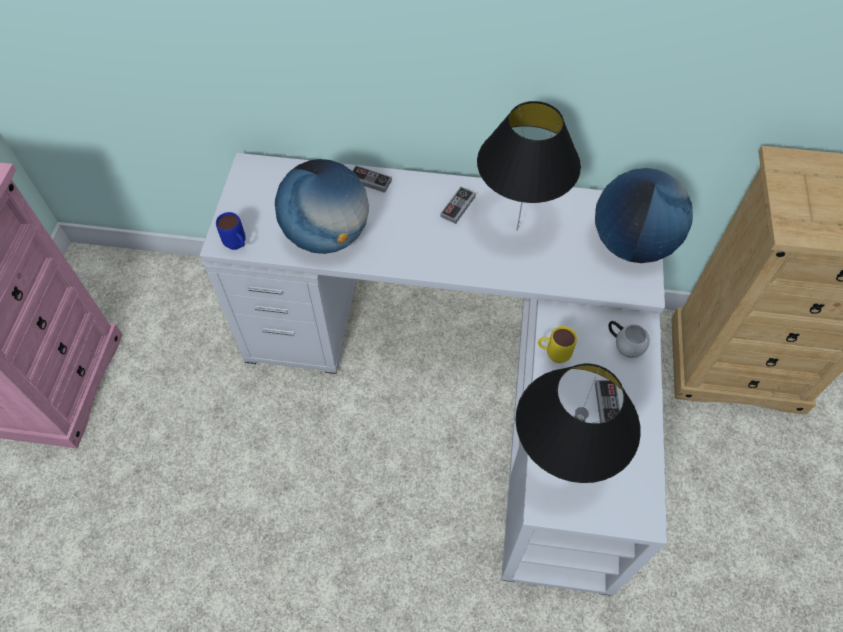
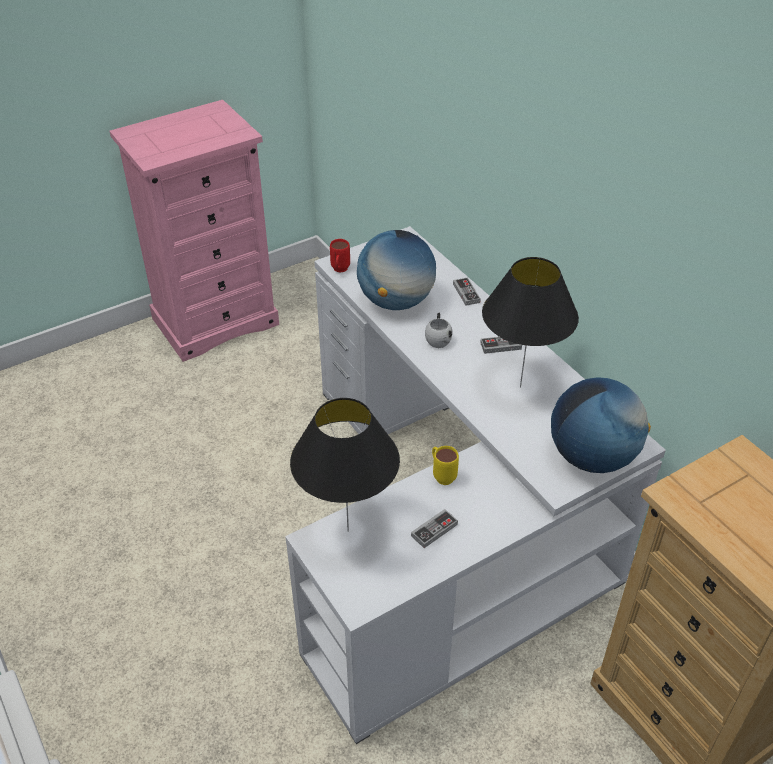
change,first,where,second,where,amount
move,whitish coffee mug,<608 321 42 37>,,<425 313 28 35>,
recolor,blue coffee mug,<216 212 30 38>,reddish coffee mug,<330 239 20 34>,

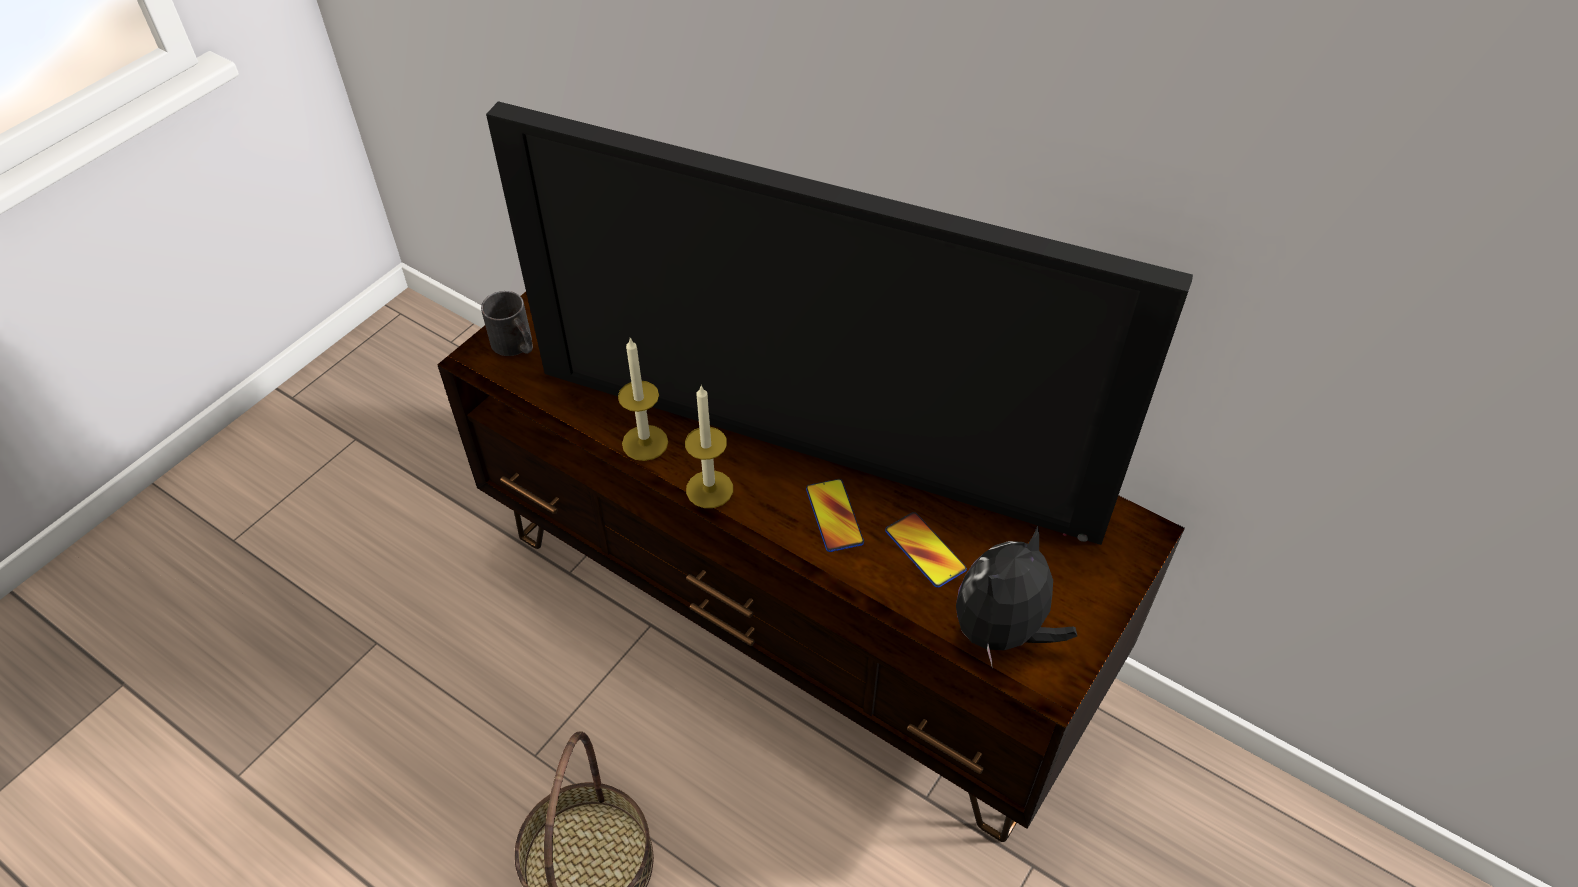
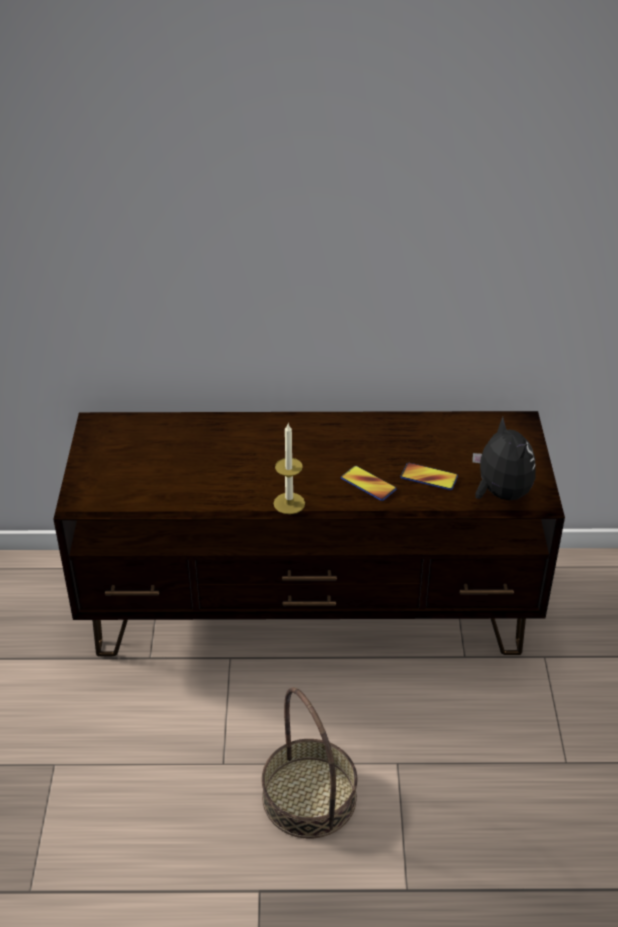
change,first,where,second,where,amount
delete,black-coloured coffee mug,<481 291 52 65>,,,
delete,TV,<486 101 707 444>,,,
delete,candle,<618 338 50 123>,,,
rotate,plush toy,<956 526 121 140>,,<472 417 64 83>,150 degrees clockwise

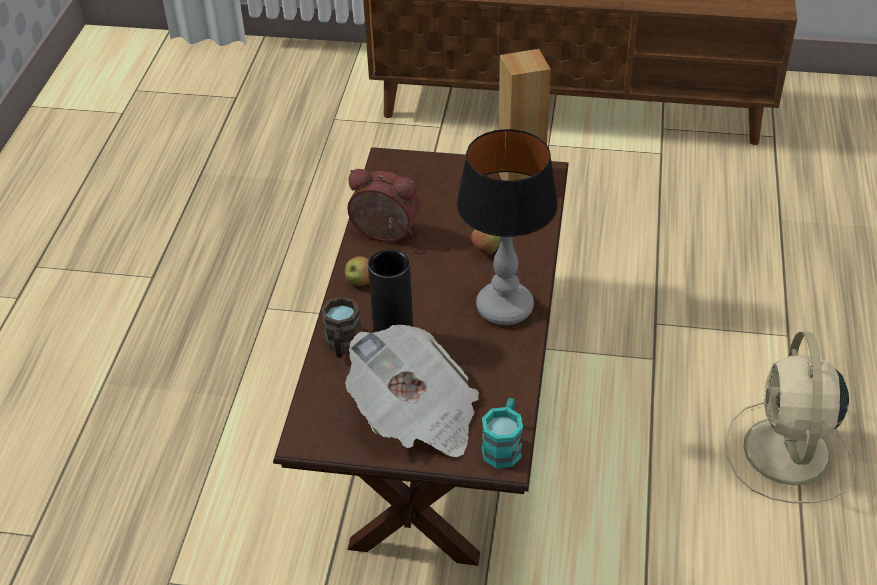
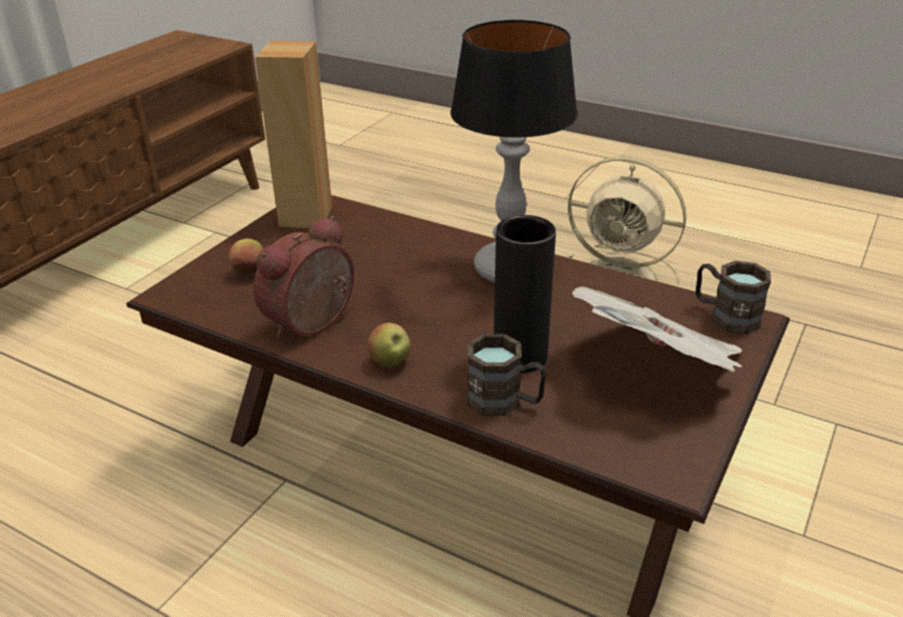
change,first,where,second,where,amount
move,apple,<471 229 29 26>,,<228 238 35 35>,
recolor,turquoise coffee mug,<482 398 41 71>,brown coffee mug,<695 261 76 73>,

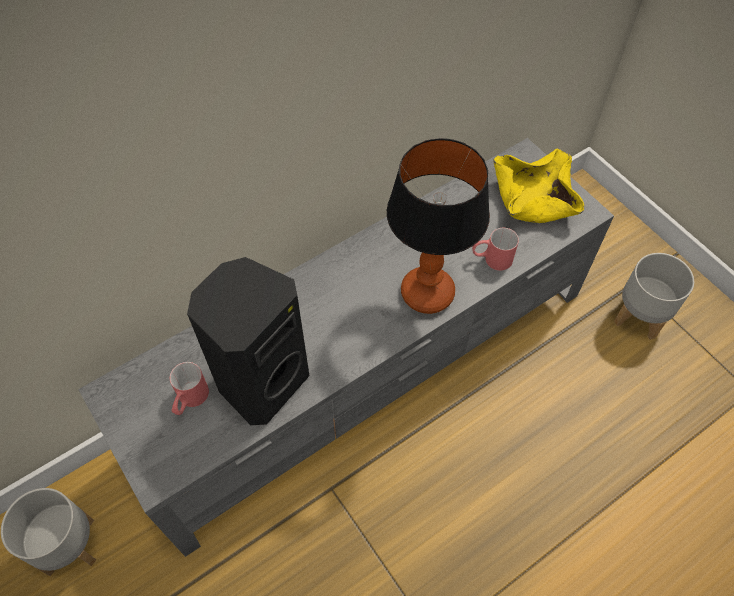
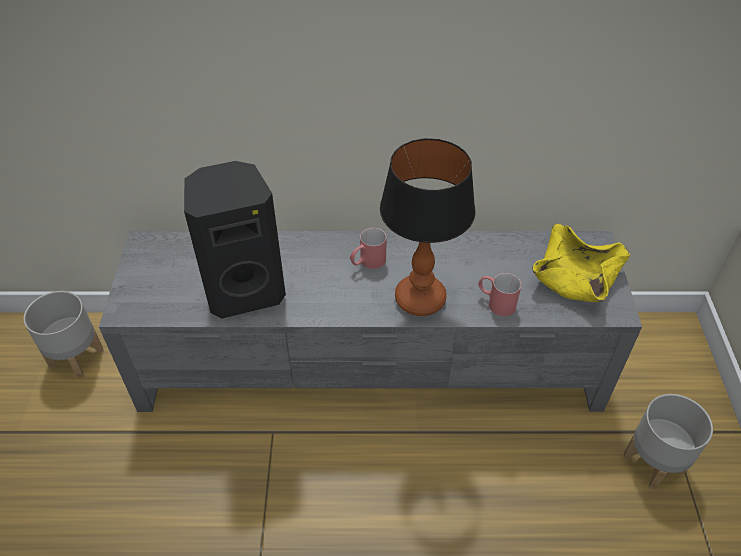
change,first,where,second,where,amount
move,reddish coffee mug,<170 362 39 53>,,<350 228 37 41>,

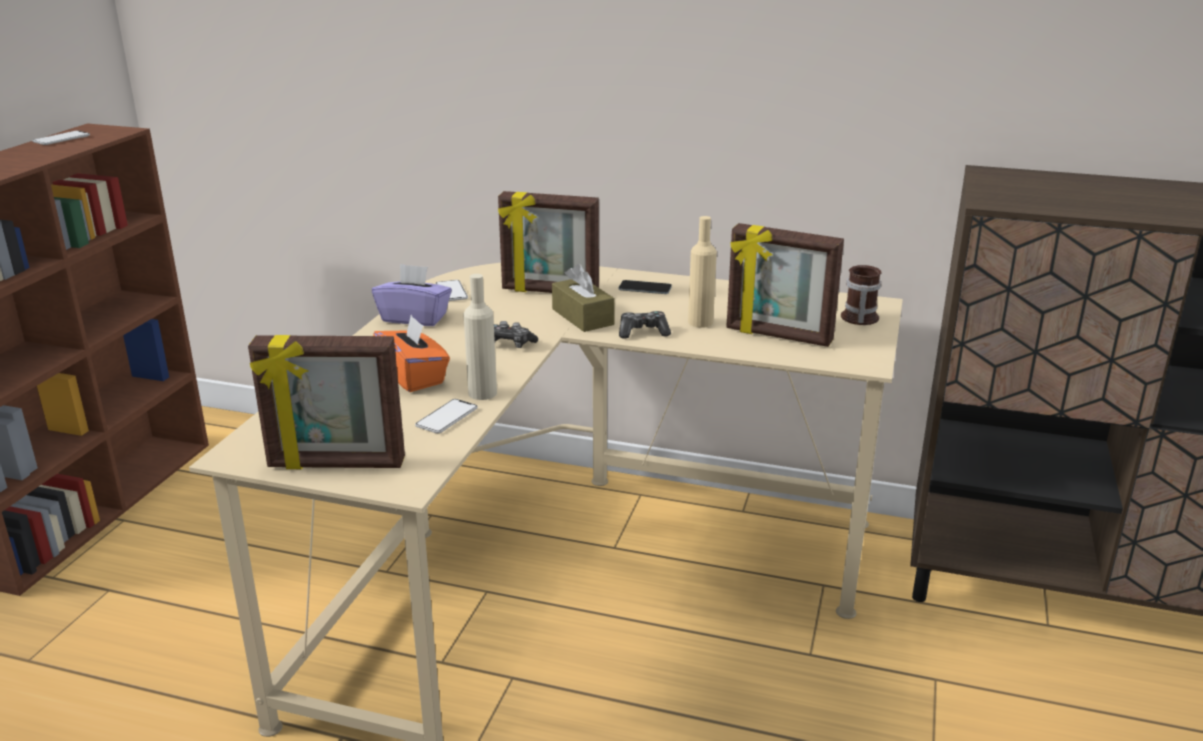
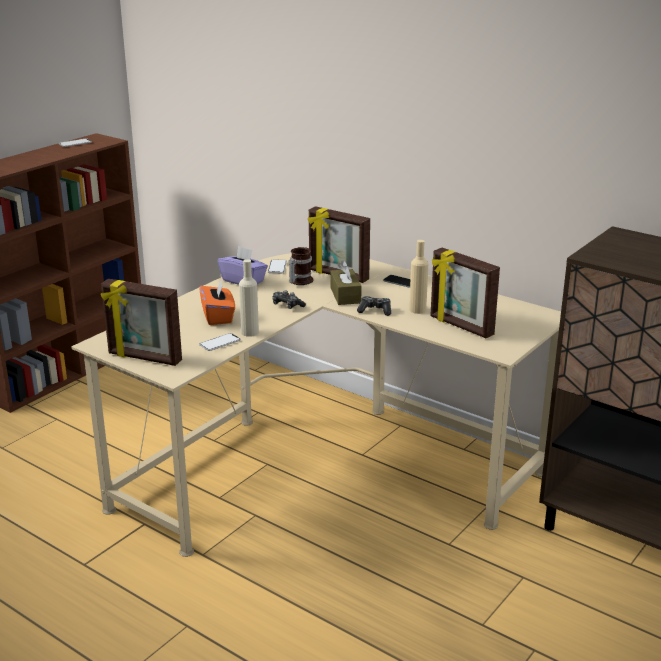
change,first,where,second,where,amount
move,coffee mug,<841 265 40 60>,,<289 247 24 38>,

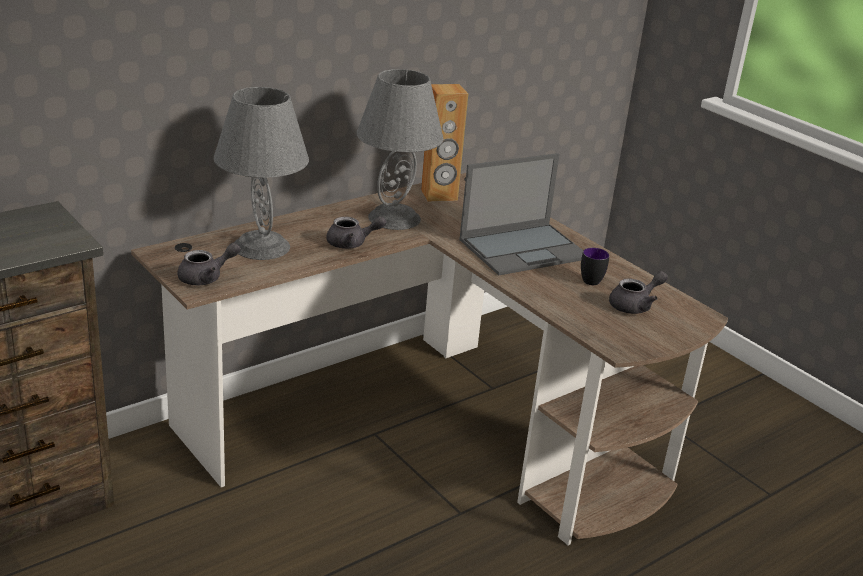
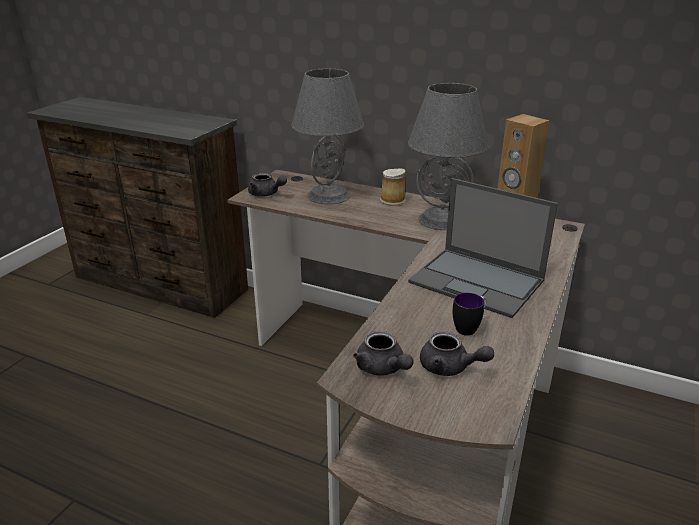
change,first,where,second,where,amount
insert,,,coffee mug,<380 168 25 38>,
move,gray teapot,<326 216 60 33>,,<353 331 60 45>,

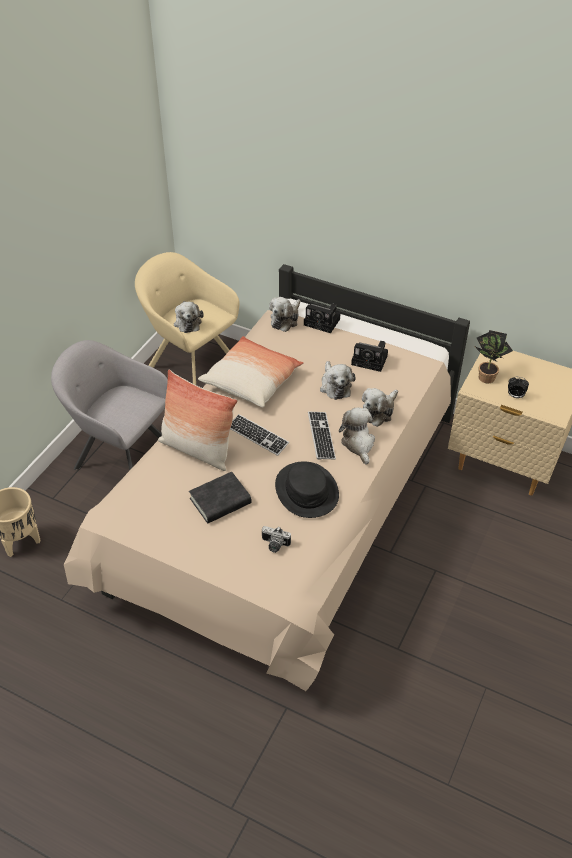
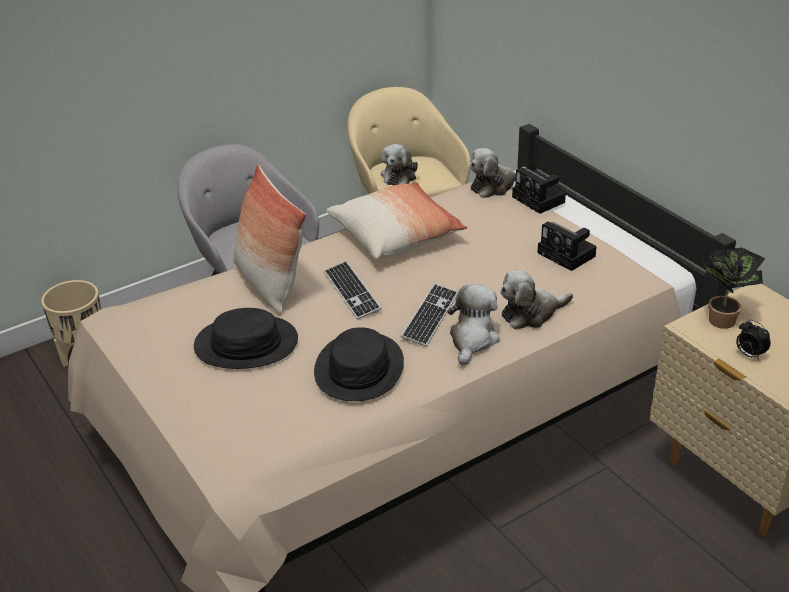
change,first,where,second,where,amount
delete,still camera,<262 526 29 27>,,,
delete,plush toy,<320 361 36 39>,,,
replace,black-coloured book,<189 472 63 51>,black-coloured clothing hat,<194 308 104 61>,

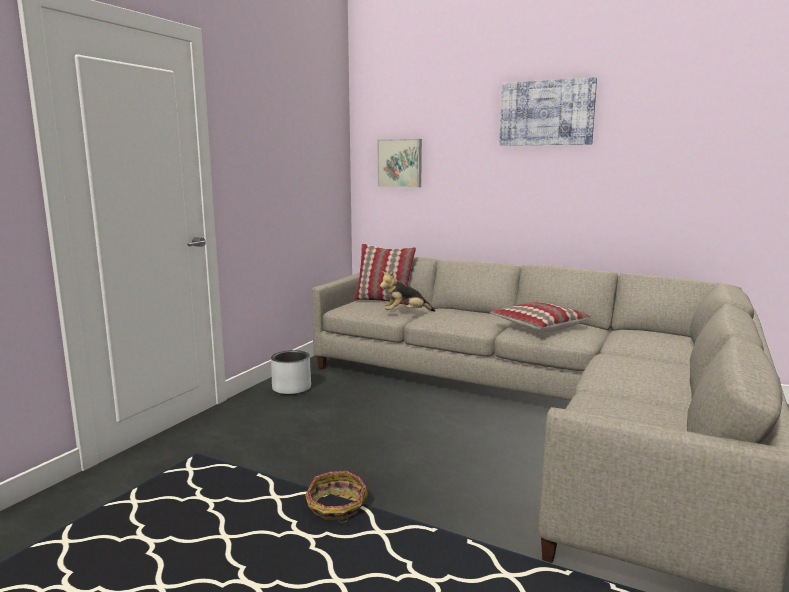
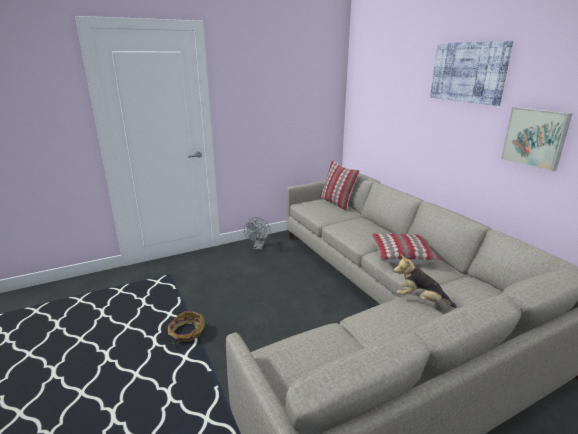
change,first,where,second,where,amount
move,wall picture,<377 139 45 48>,,<501 107 72 65>,
move,plush toy,<380 271 55 41>,,<394 254 63 54>,
replace,gray flower pot,<271 350 40 45>,gray fan,<244 217 26 33>,

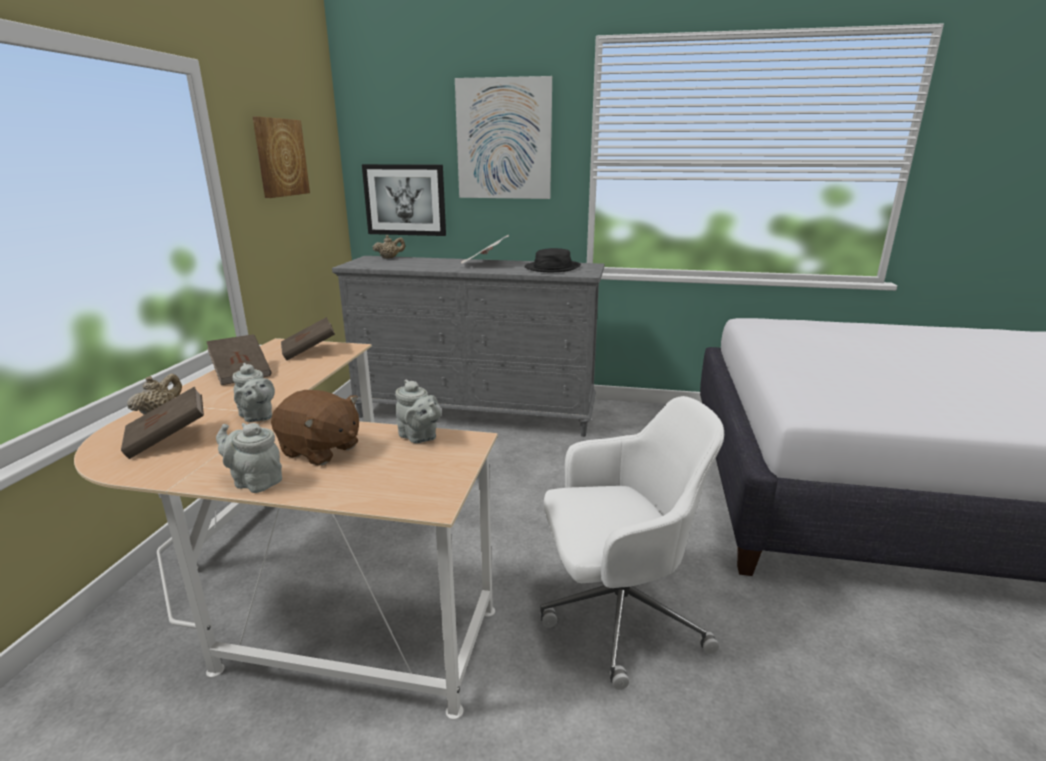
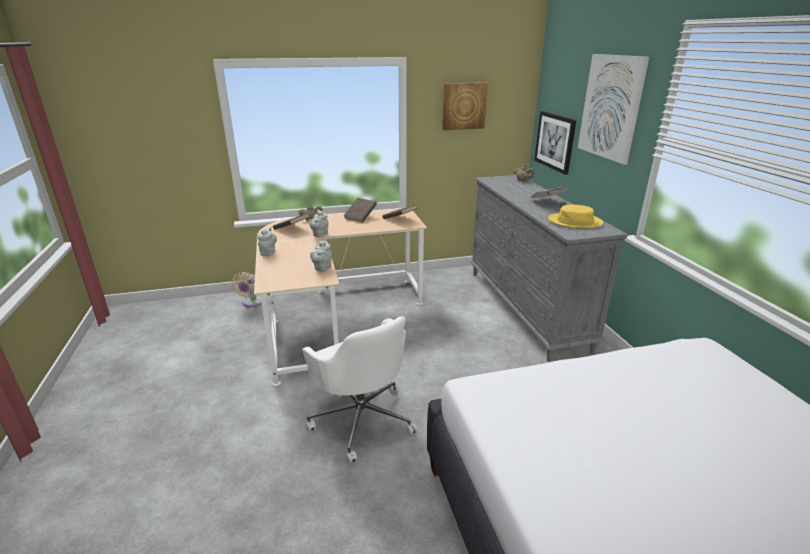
change,first,where,second,where,amount
delete,brown plush toy,<271 390 88 76>,,,
insert,,,sand-coloured fan,<232 272 29 35>,
recolor,black-coloured clothing hat,<524 248 57 24>,yellow-coloured clothing hat,<548 205 55 23>,

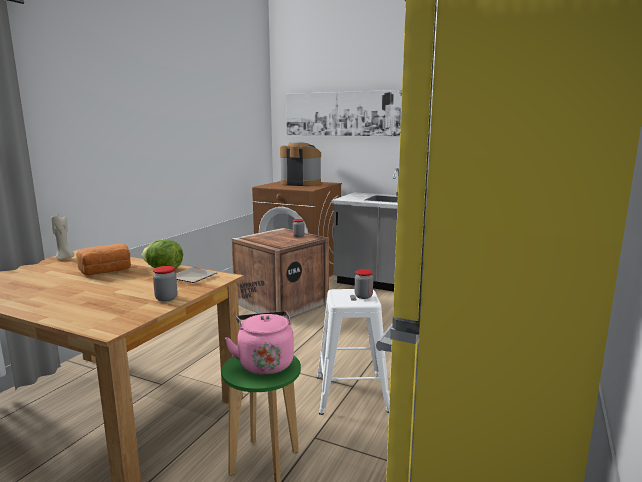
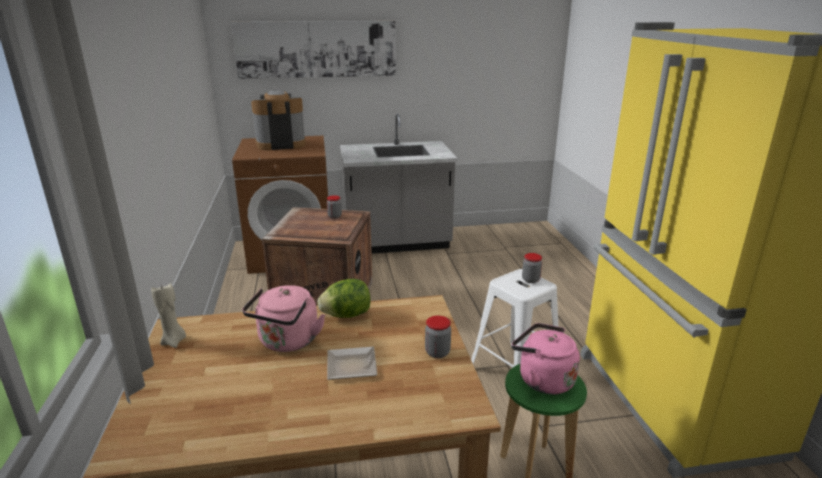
change,first,where,second,where,amount
move,flat dish,<176 268 41 15>,,<327 347 50 33>,
replace,baked bread,<76 243 55 33>,pink kettle,<242 285 83 67>,

